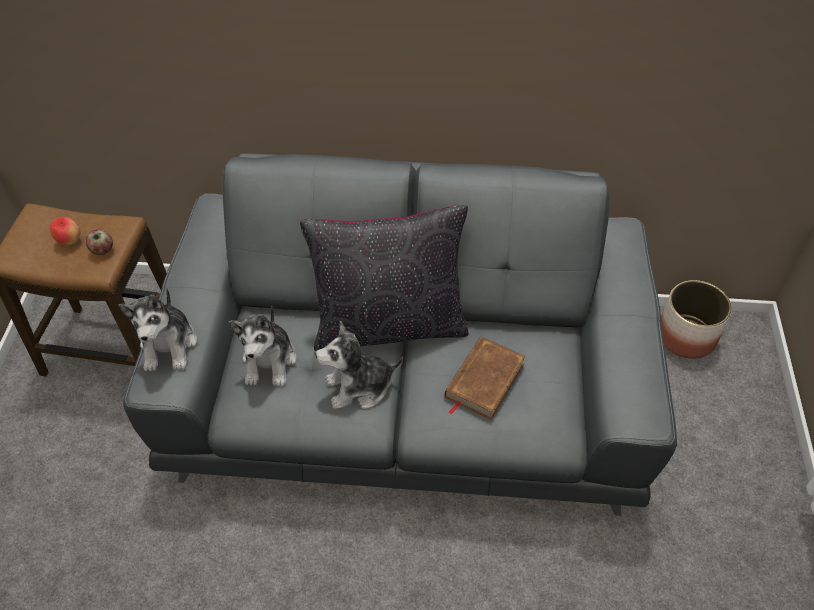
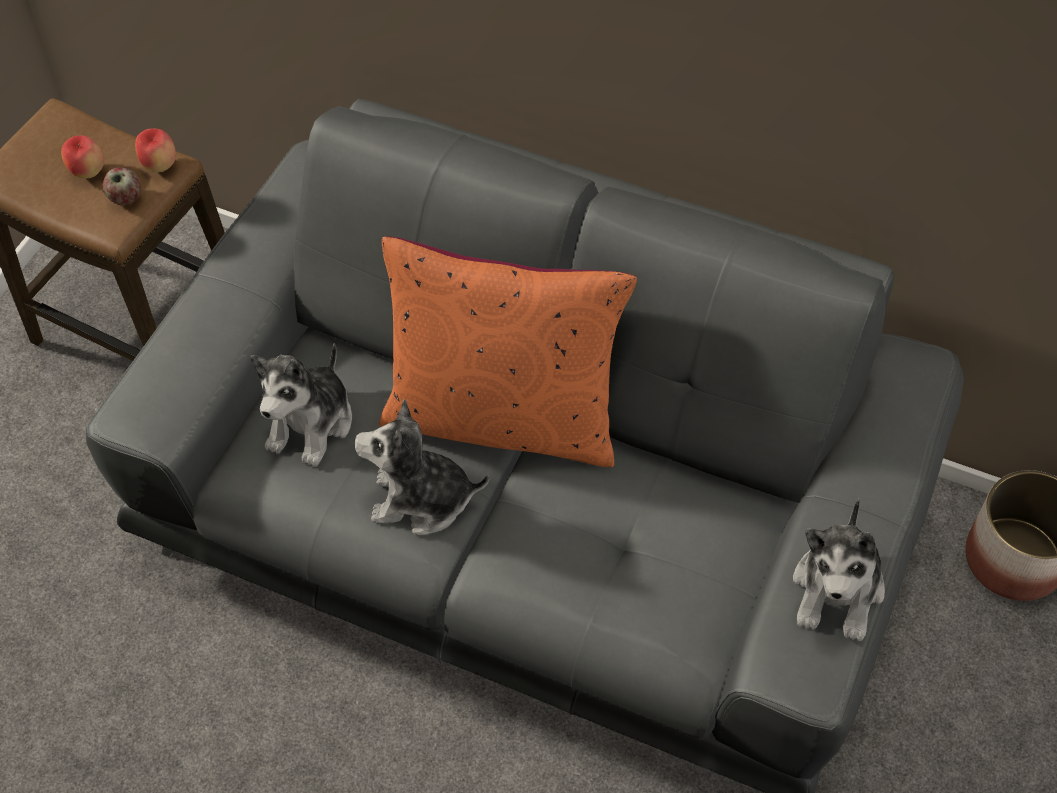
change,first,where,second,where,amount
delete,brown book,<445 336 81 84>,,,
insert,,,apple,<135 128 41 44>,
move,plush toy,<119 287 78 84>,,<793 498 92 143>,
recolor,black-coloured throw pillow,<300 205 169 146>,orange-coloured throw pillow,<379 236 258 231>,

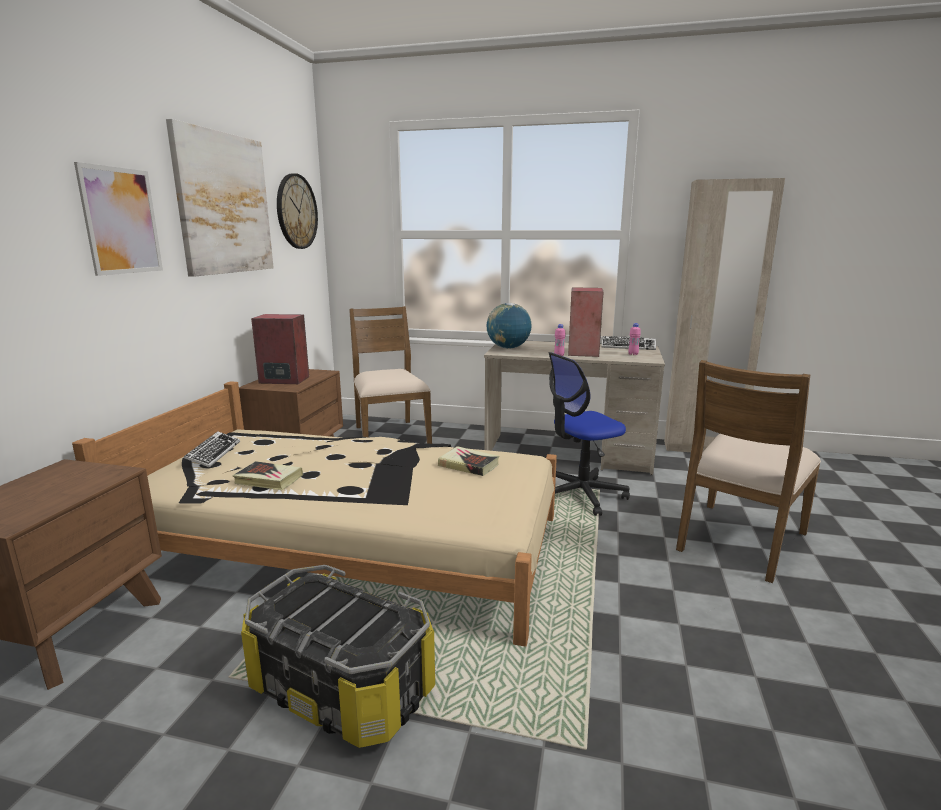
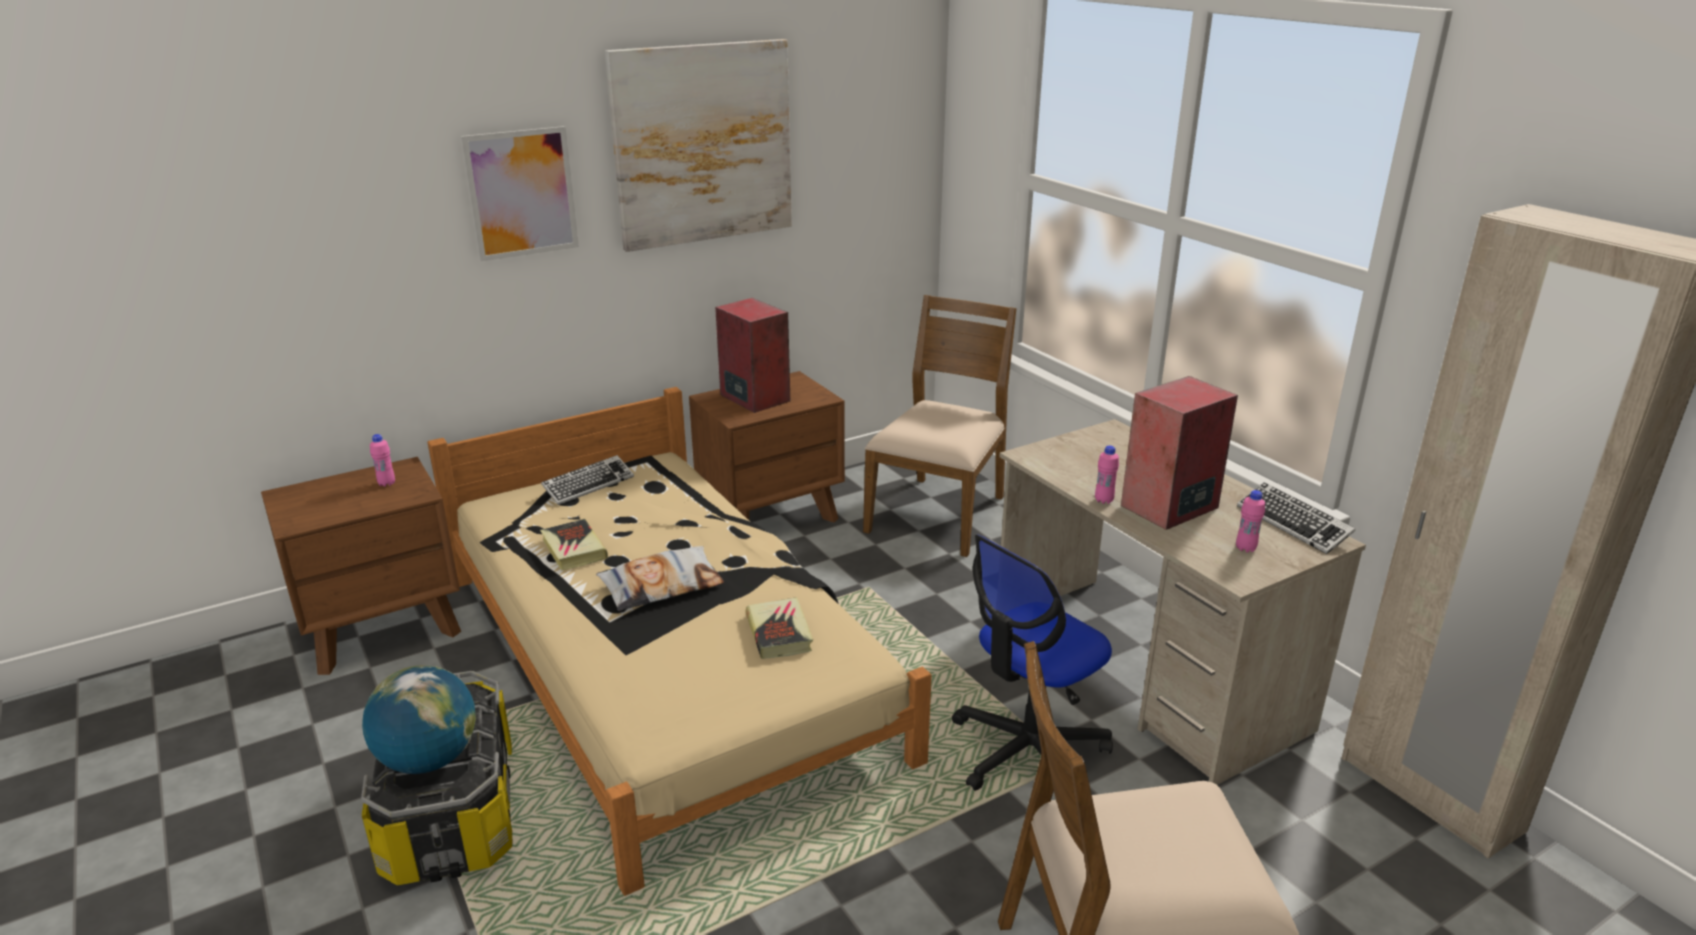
change,first,where,second,where,amount
delete,wall clock,<277 173 41 76>,,,
insert,,,pink bottle,<370 434 25 53>,
insert,,,throw pillow,<596 546 128 65>,
move,world globe,<487 303 45 46>,,<362 665 114 109>,
rotate,desk chair,<549 352 81 164>,,<952 534 161 257>,60 degrees counterclockwise

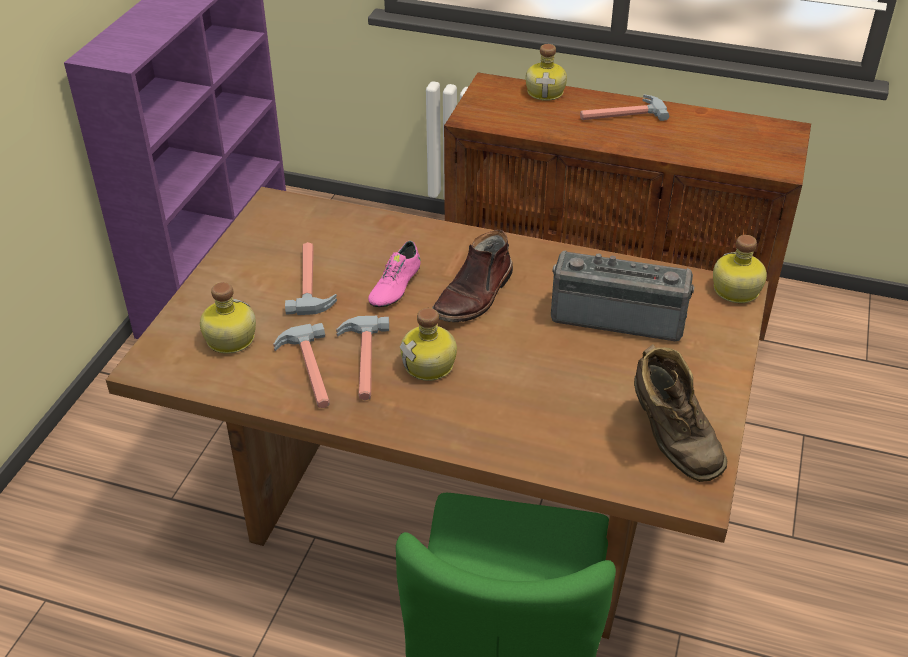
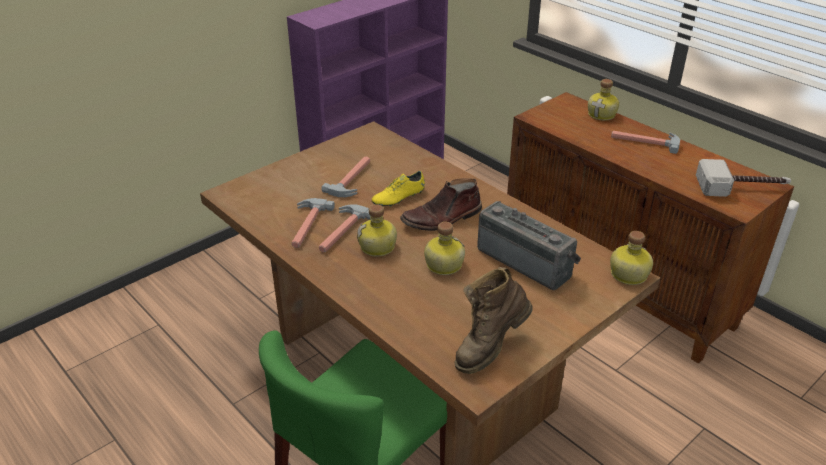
change,first,where,second,where,amount
insert,,,tool hammer,<696 159 95 38>,
move,bottle,<200 282 56 72>,,<424 222 41 53>,
recolor,pink low shoe,<368 241 53 66>,yellow-coloured low shoe,<372 171 53 36>,
rotate,brown tall boot,<634 344 93 138>,,<454 267 79 107>,45 degrees clockwise

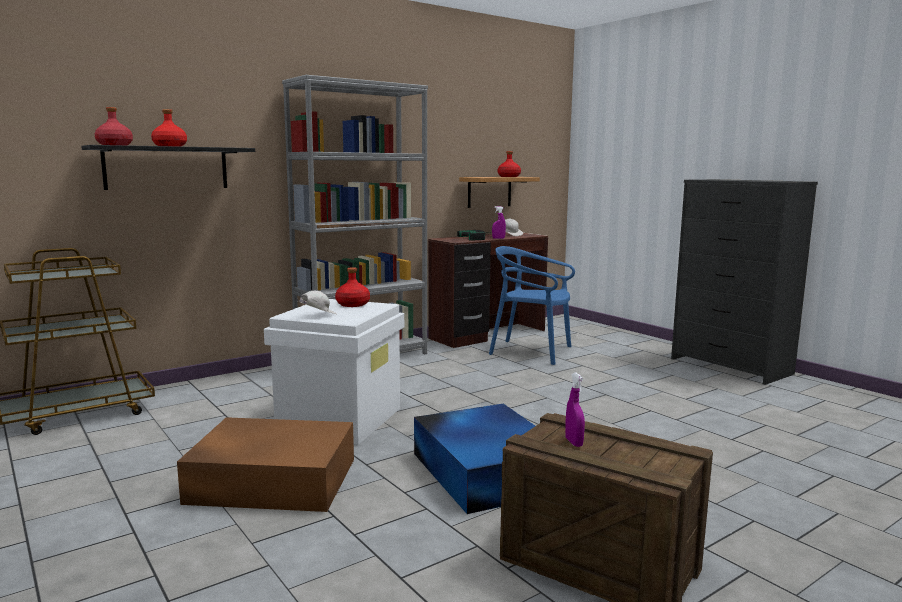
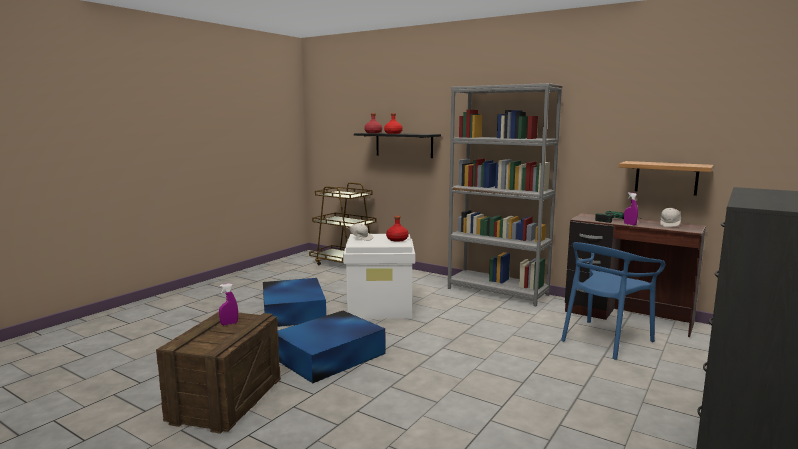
change,first,where,second,where,amount
delete,reddish bottle,<498 151 23 26>,,,
recolor,brown storage container,<177 417 177 95>,blue storage container,<263 278 63 49>,
rotate,blue plain chair,<489 246 86 119>,,<561 242 104 118>,135 degrees counterclockwise

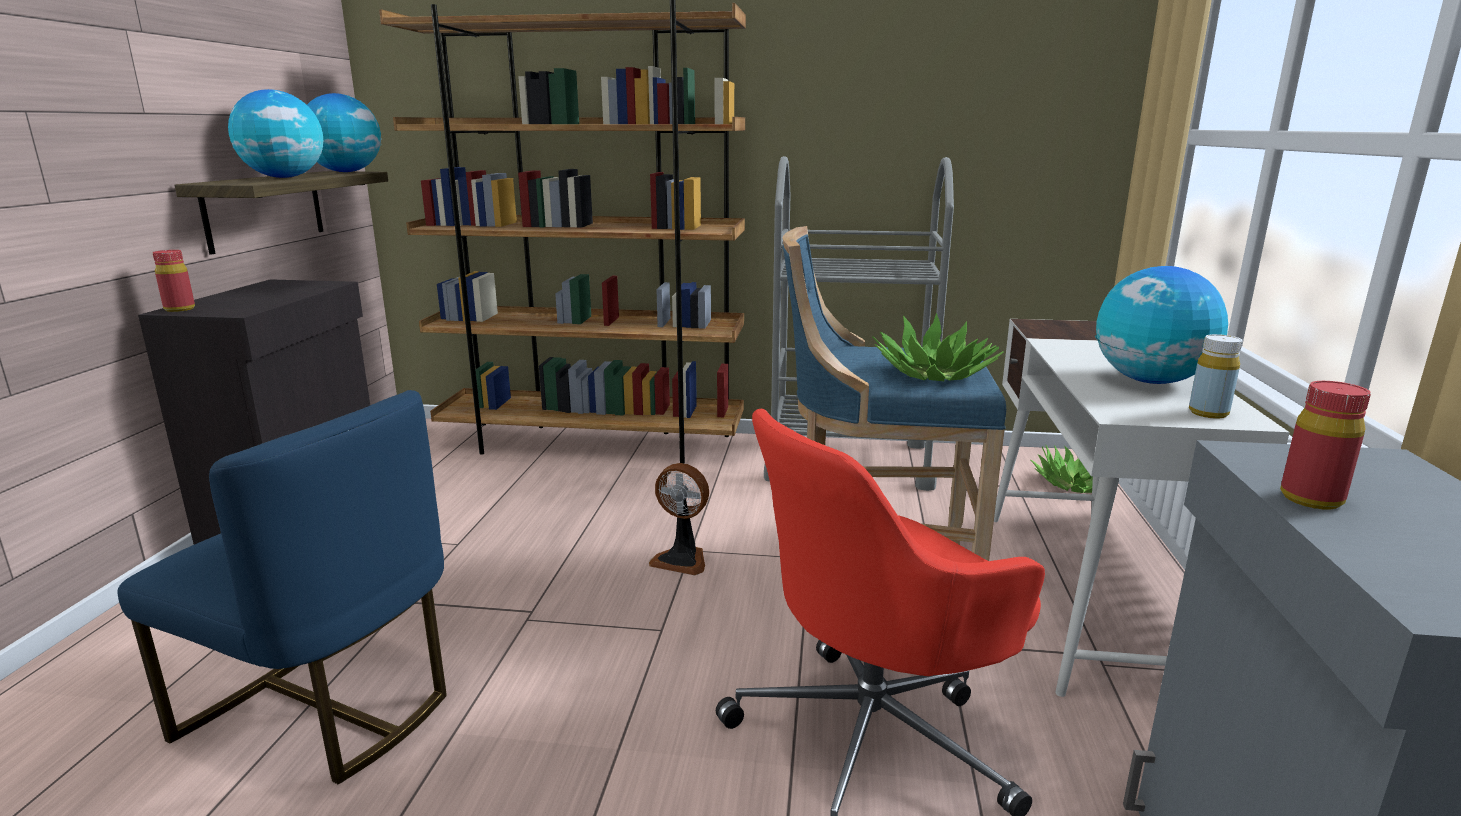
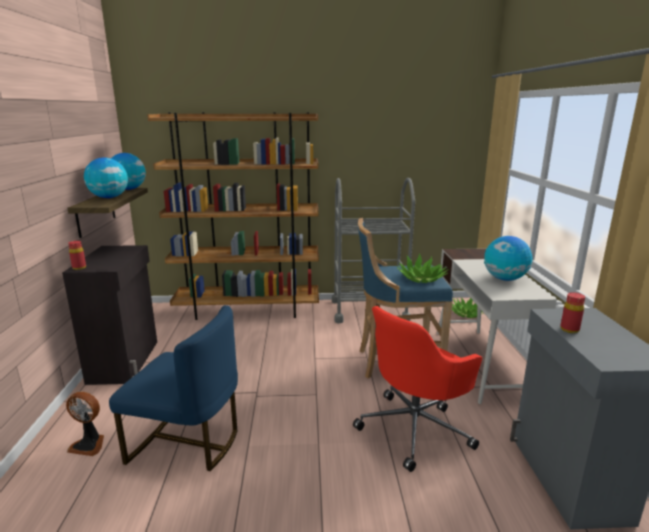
change,first,where,second,where,amount
delete,yellow-coloured bottle,<1189 334 54 85>,,,
move,fan,<649 463 60 112>,,<66 392 38 64>,

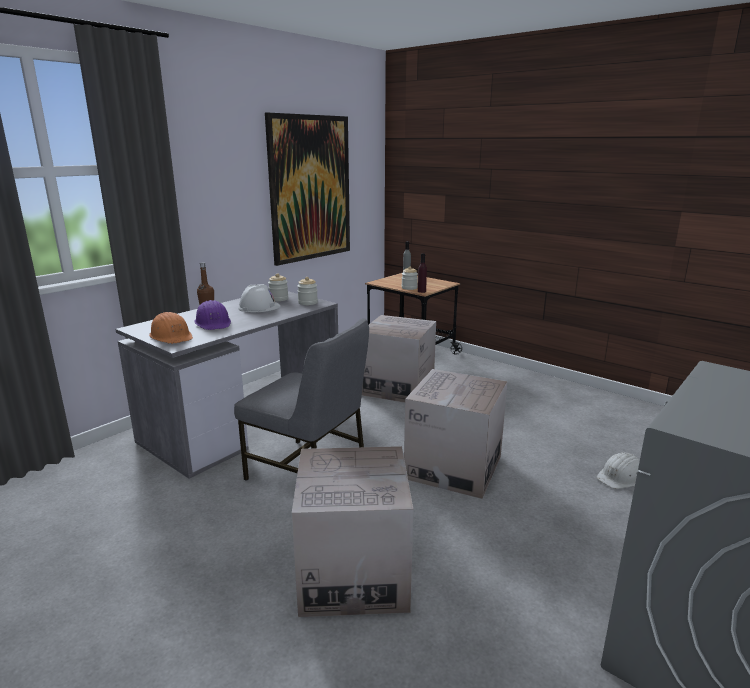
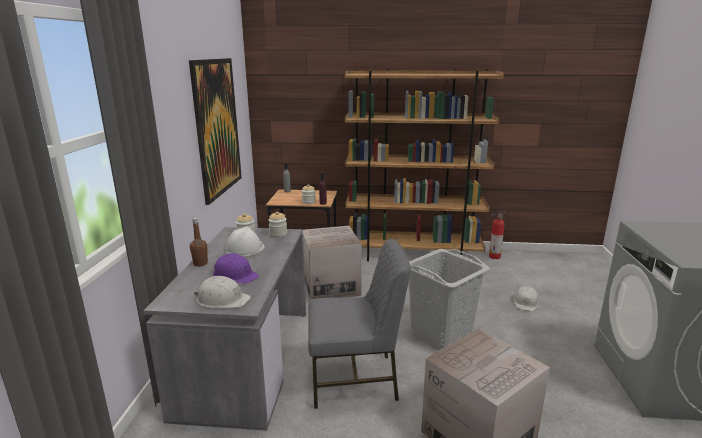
change,first,where,second,where,amount
insert,,,brown bookshelf,<345 69 159 192>,
insert,,,extinguisher,<489 211 20 48>,
replace,cardboard box,<404 369 104 130>,gray laundry basket,<409 249 81 101>,
recolor,orange-coloured safety helmet,<149 312 44 32>,whitish safety helmet,<194 276 57 32>,

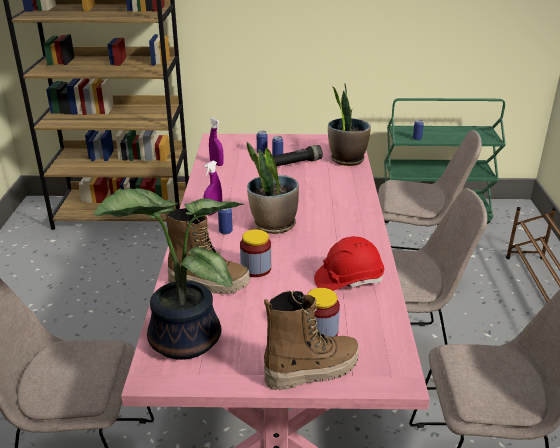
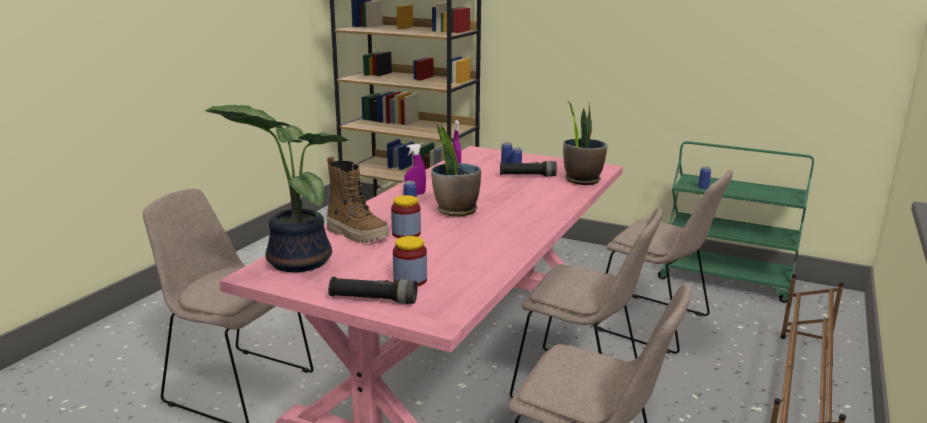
change,first,where,second,where,amount
delete,reddish safety helmet,<314 236 70 55>,,,
replace,tall boot,<264 290 95 100>,black-coloured flashlight,<328 277 89 27>,

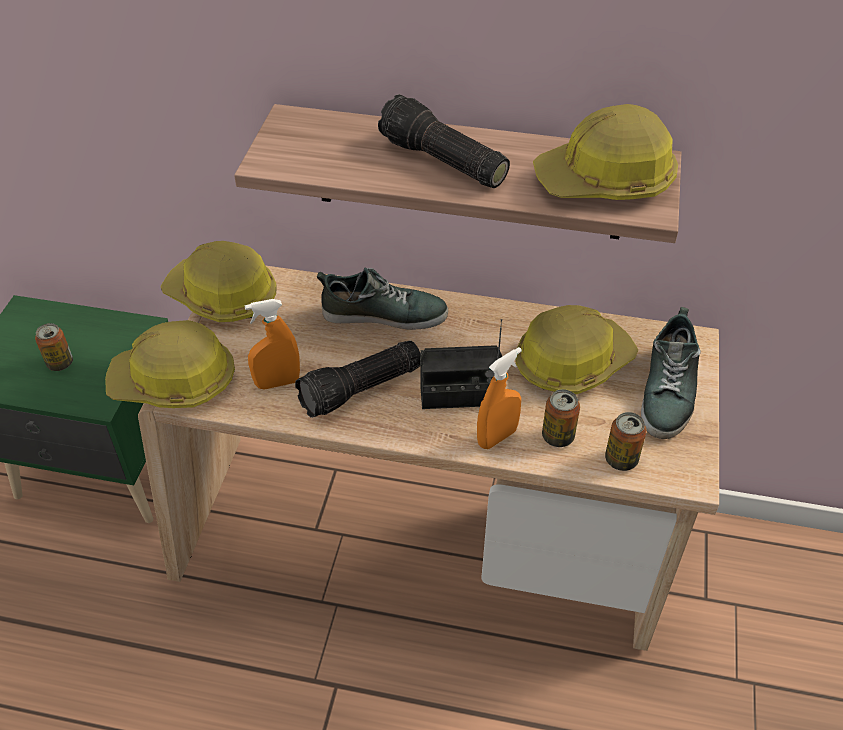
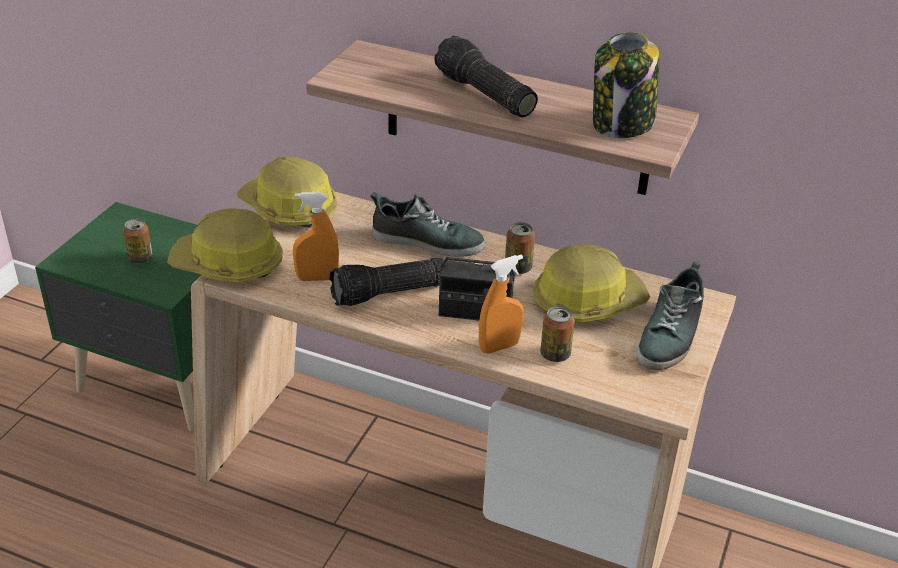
change,first,where,second,where,amount
move,can,<605 412 42 59>,,<505 222 30 52>,
replace,safety helmet,<533 104 145 96>,storage jar,<593 32 66 106>,

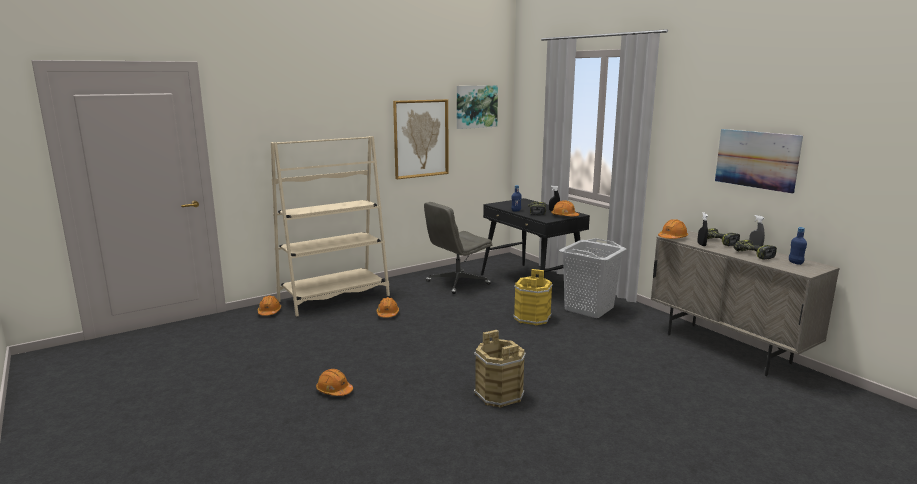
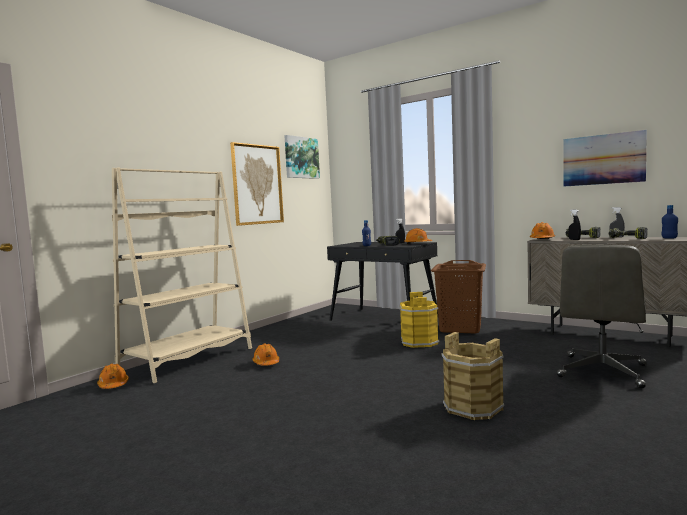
change,first,where,second,where,amount
delete,orange-coloured safety helmet,<316 369 37 27>,,,
move,gray desk chair,<424 202 68 92>,,<557 244 90 144>,
recolor,gray laundry basket,<559 238 68 80>,brown laundry basket,<431 260 55 73>,

